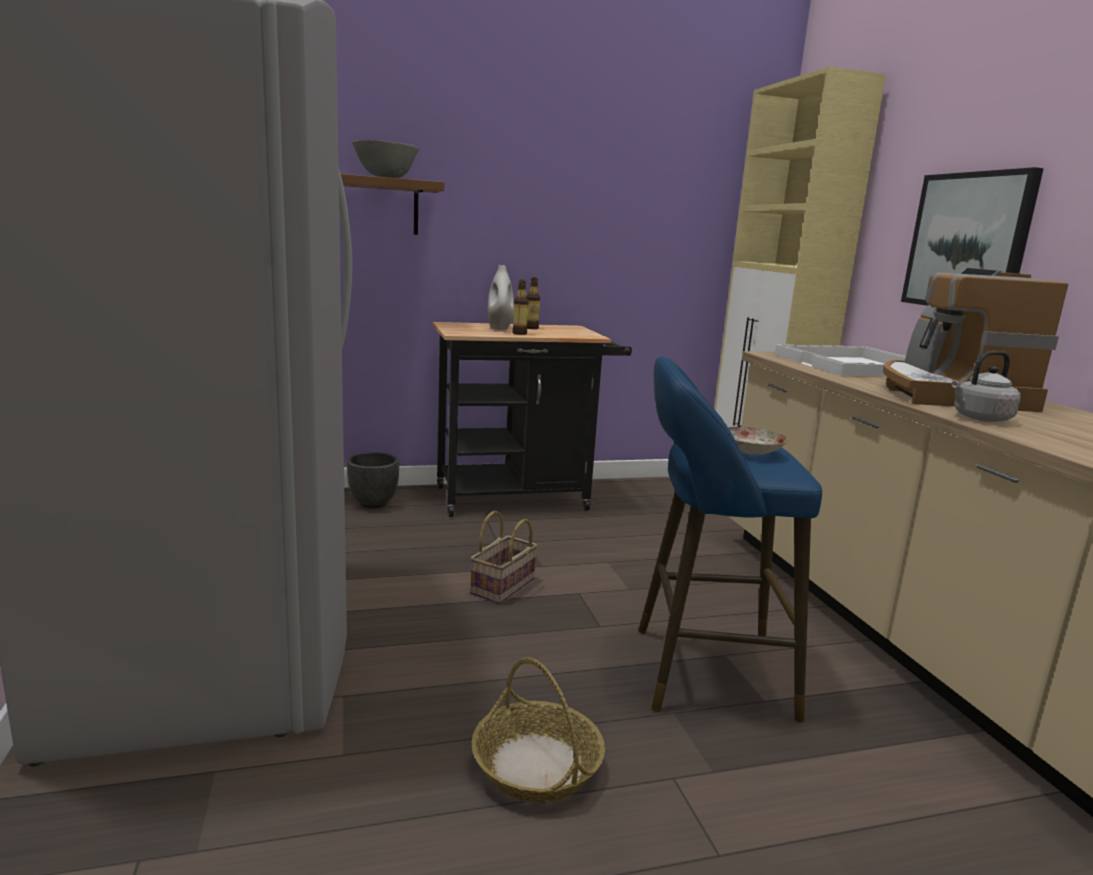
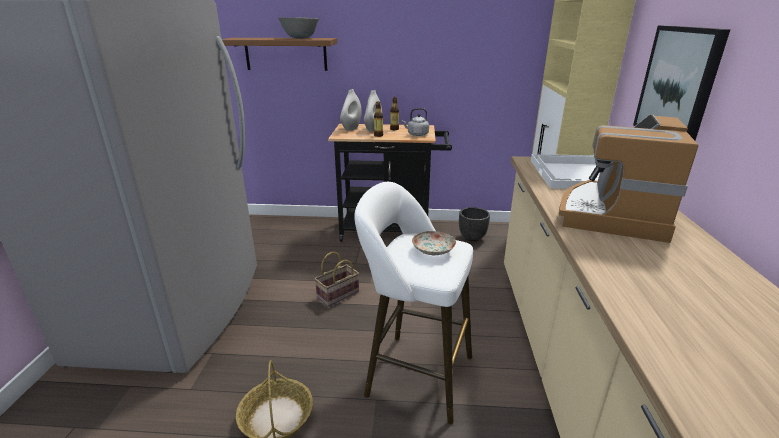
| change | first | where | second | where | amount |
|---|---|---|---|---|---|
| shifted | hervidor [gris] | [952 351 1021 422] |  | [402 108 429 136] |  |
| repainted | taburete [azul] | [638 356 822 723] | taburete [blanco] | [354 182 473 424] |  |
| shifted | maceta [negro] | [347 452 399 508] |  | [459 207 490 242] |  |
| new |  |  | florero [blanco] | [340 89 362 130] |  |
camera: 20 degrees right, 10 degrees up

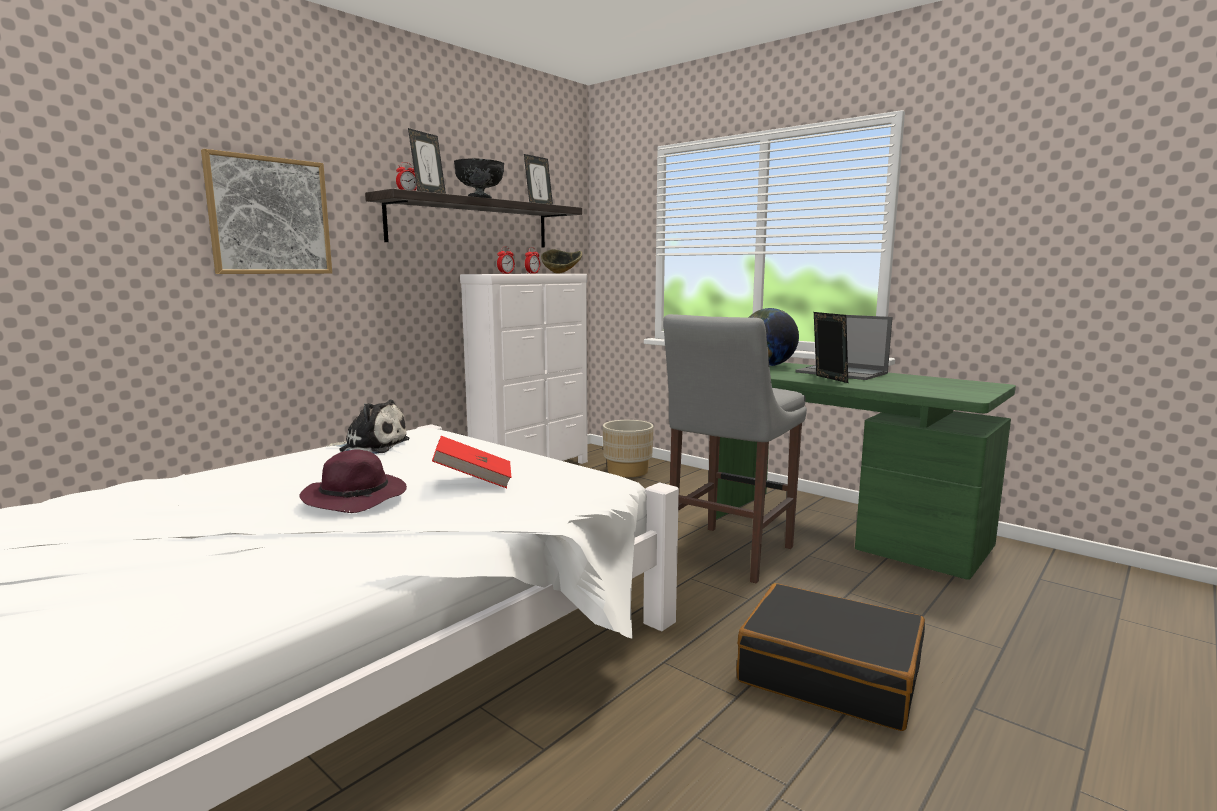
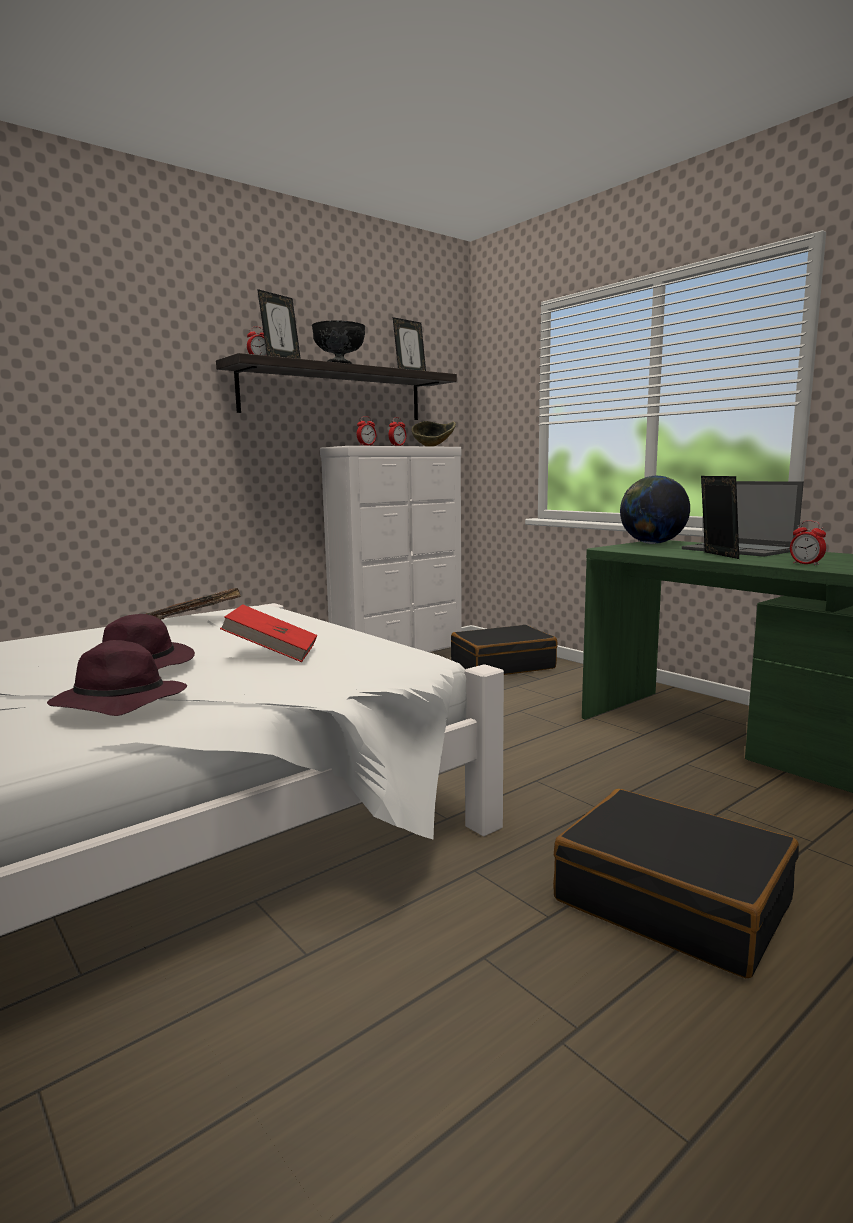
| change | first | where | second | where | amount |
|---|---|---|---|---|---|
| gone | cuadro | [201 149 332 274] |  |  |  |
| gone | taburete [gris] | [663 314 807 584] |  |  |  |
| swapped | peluche | [327 400 409 454] | libro [marrón] | [146 588 241 620] |  |
| swapped | maceta [beis] | [603 420 654 477] | maleta [negro] | [451 625 558 675] |  |
| new |  |  | despertador | [790 521 826 566] |  |
| new |  |  | sombrero [morado] | [47 640 187 716] |  |
camera: 10 degrees right, 0 degrees up

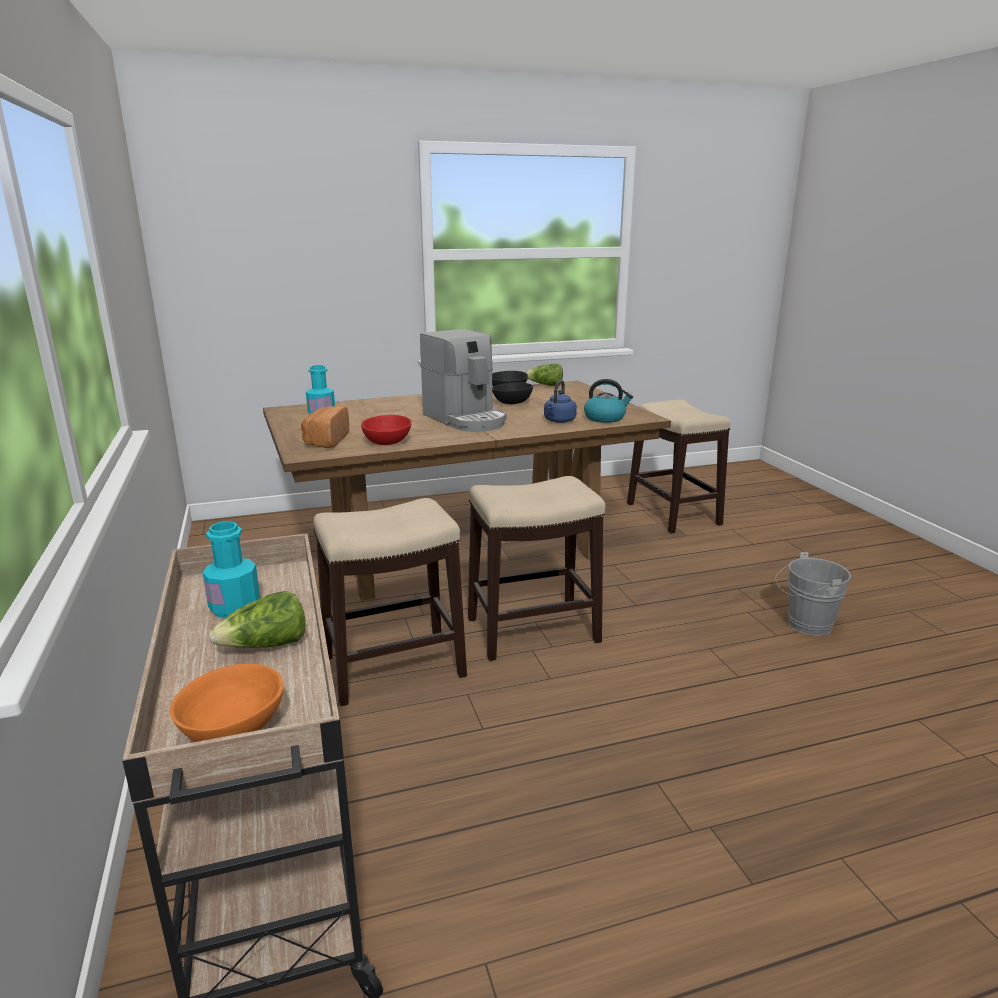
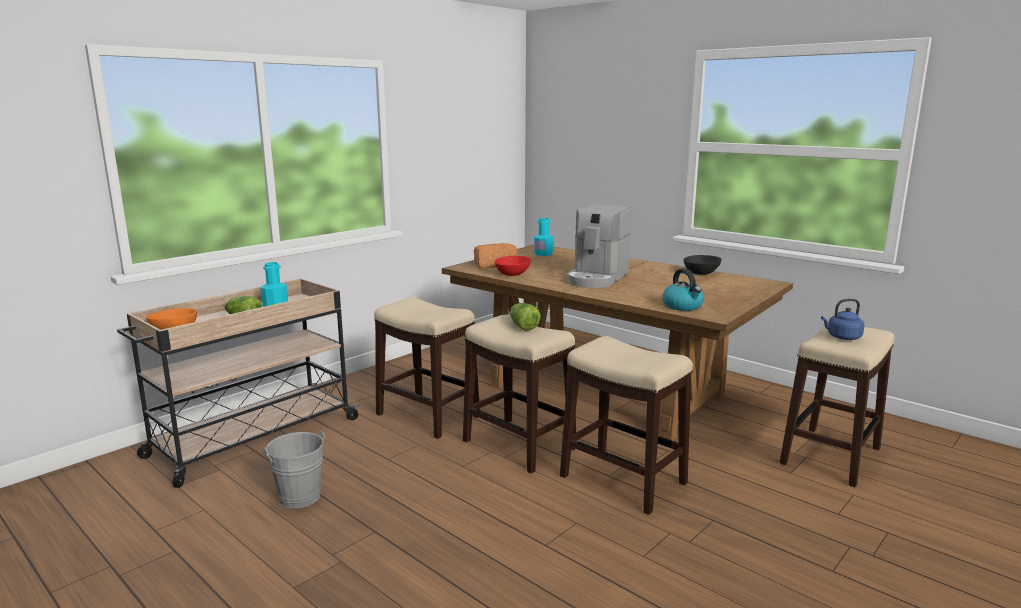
| change | first | where | second | where | amount |
|---|---|---|---|---|---|
| shifted | lechuga | [525 364 563 386] |  | [510 303 541 331] |  |
| shifted | hervidor [azul] | [544 380 577 423] |  | [821 299 865 340] |  |
| gone | cuenco [negro] | [492 382 533 404] |  |  |  |
| shifted | cubo [gris] | [775 552 851 636] |  | [263 431 324 509] |  |
| new |  |  | taburete | [560 336 693 515] |  |
camera: 60 degrees right, 5 degrees down

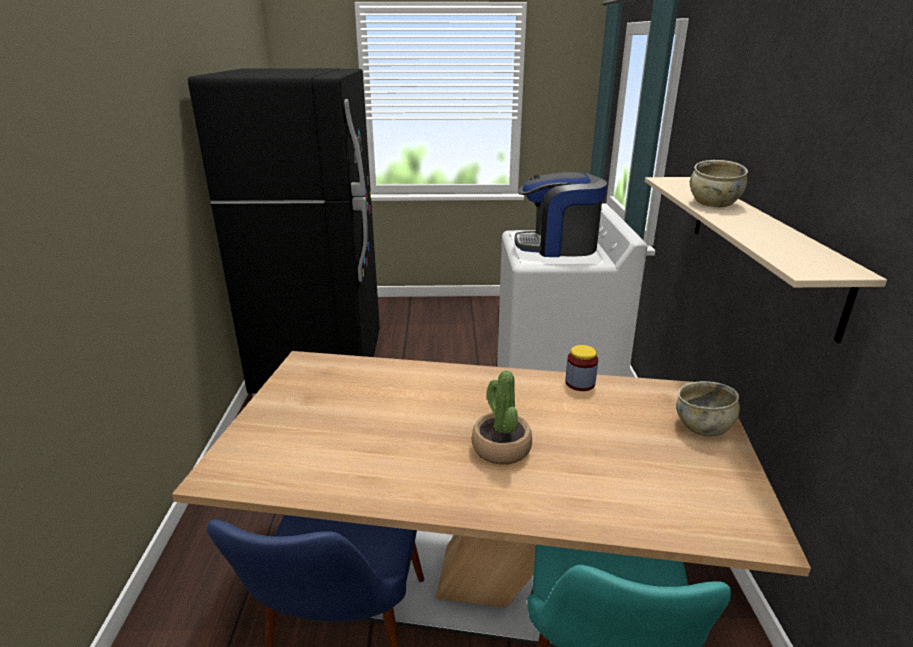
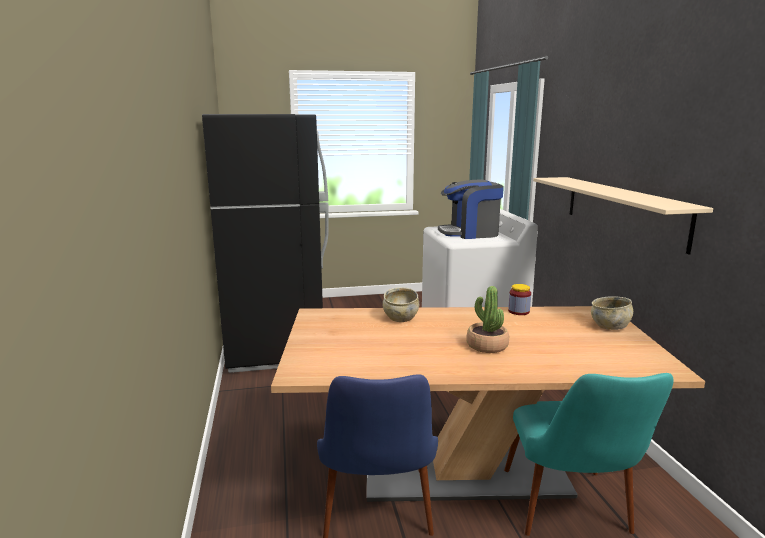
| change | first | where | second | where | amount |
|---|---|---|---|---|---|
| shifted | cuenco [beis] | [690 160 748 207] |  | [382 287 419 322] |  |
camera: 10 degrees left, 10 degrees down

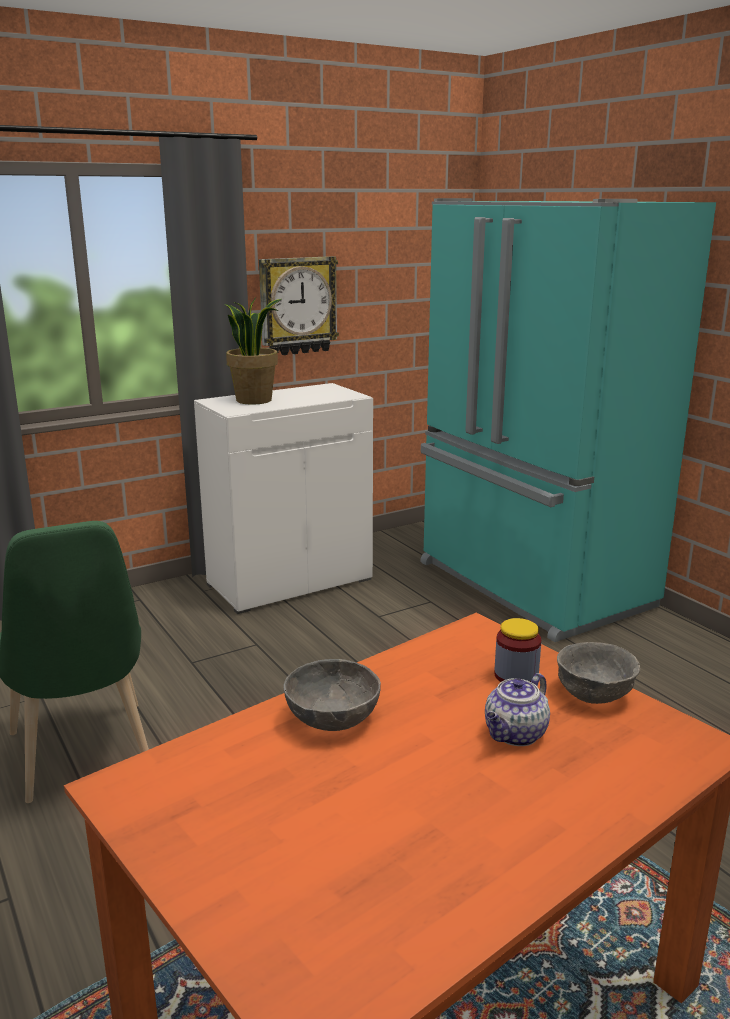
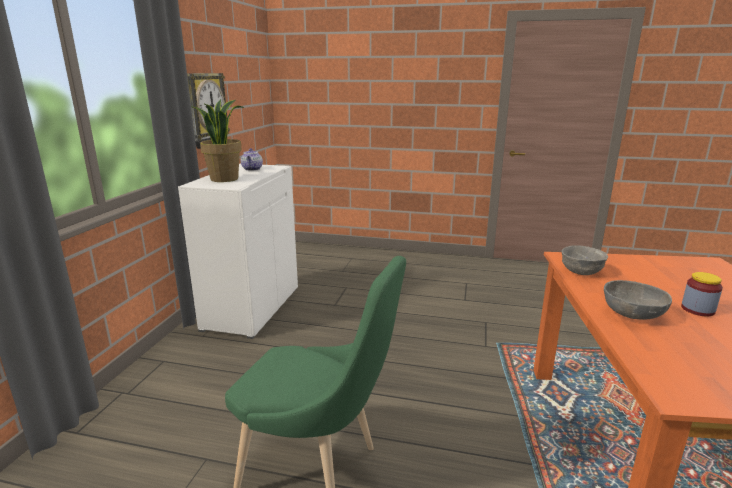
| change | first | where | second | where | amount |
|---|---|---|---|---|---|
| gone | nevera [turquesa] | [421 198 716 642] |  |  |  |
| shifted | tarro | [494 618 541 682] |  | [681 272 723 316] |  |
| shifted | cuenco [gris] | [557 642 640 704] |  | [562 245 608 275] |  |
| shifted | tetera | [485 673 550 746] |  | [241 148 263 171] |  |
camera: 45 degrees left, 0 degrees up

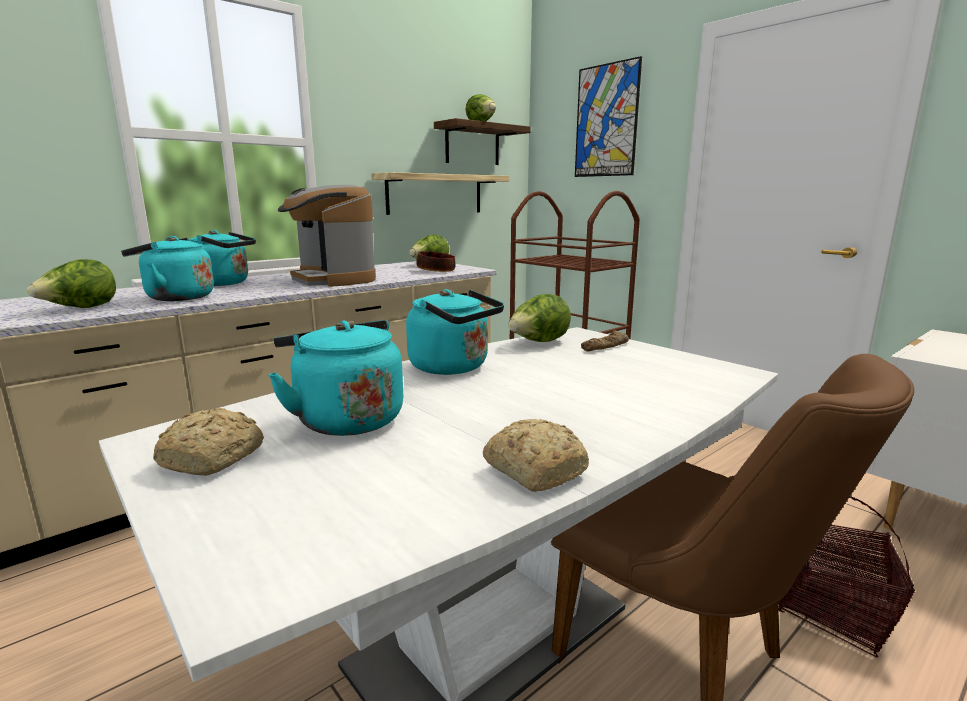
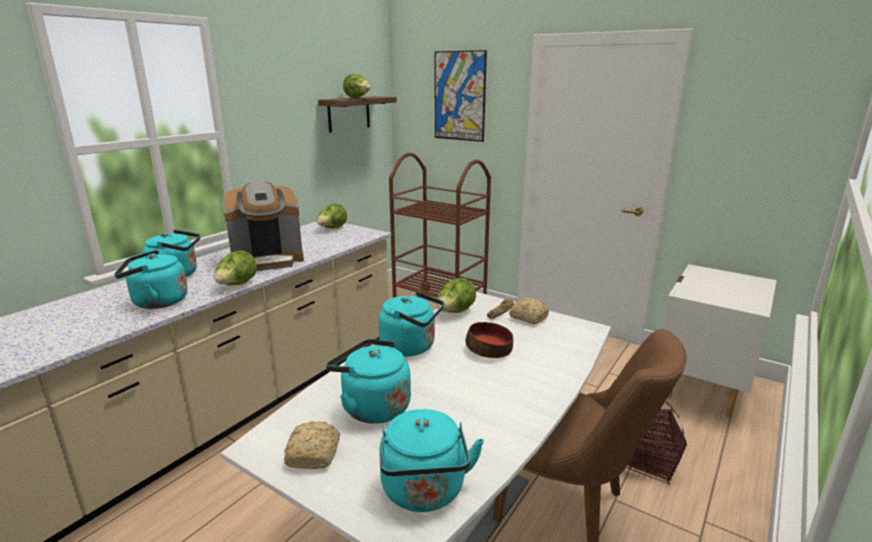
| change | first | where | second | where | amount |
|---|---|---|---|---|---|
| gone | estante | [371 172 509 215] |  |  |  |
| rotated | cafetera | [278 185 376 287] |  | [223 182 304 271] | 60 degrees counterclockwise |
| shifted | cuenco | [416 251 456 272] |  | [466 322 513 358] |  |
| shifted | lechuga | [27 259 116 308] |  | [214 250 257 285] |  |
| shifted | pan | [483 419 589 492] |  | [509 298 549 324] |  |
| new |  |  | hervidor [turquesa] | [379 409 484 512] |  |
camera: 15 degrees left, 5 degrees up

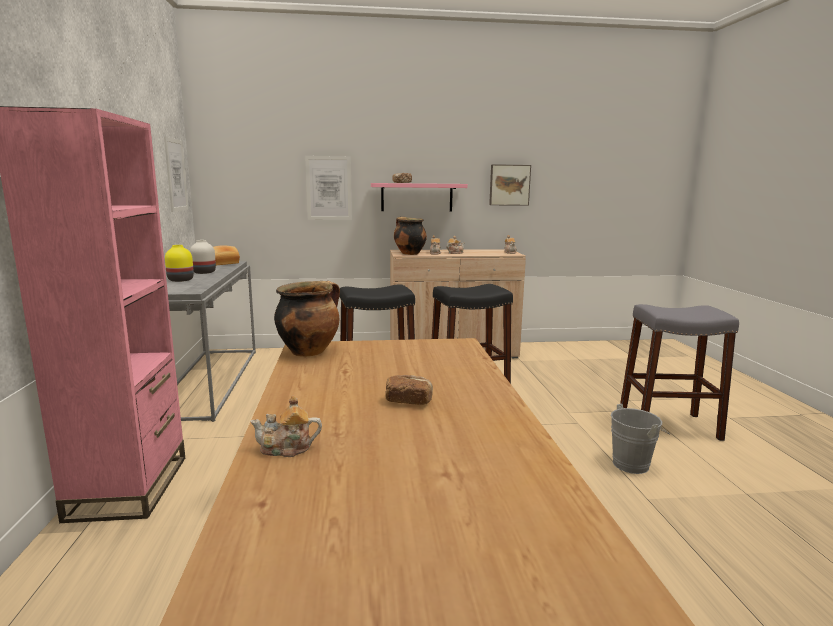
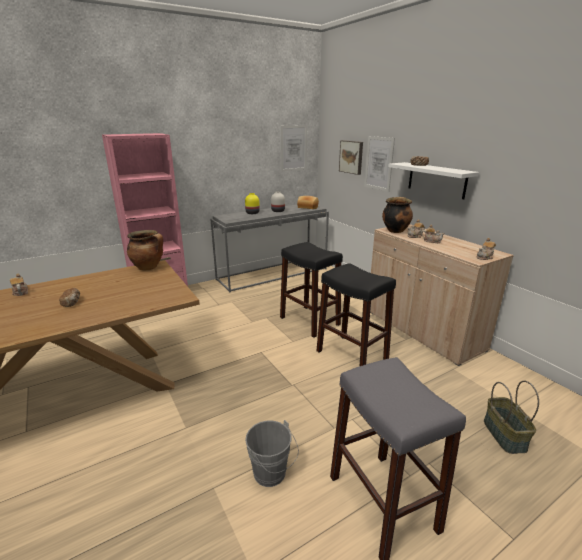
| change | first | where | second | where | amount |
|---|---|---|---|---|---|
| shifted | cuadro | [489 164 531 206] |  | [339 140 363 175] |  |
| repainted | estante [rosa] | [371 183 468 212] | estante [blanco] | [388 162 479 199] |  |
| new |  |  | cesta | [484 381 539 454] |  |
camera: 65 degrees right, 10 degrees up

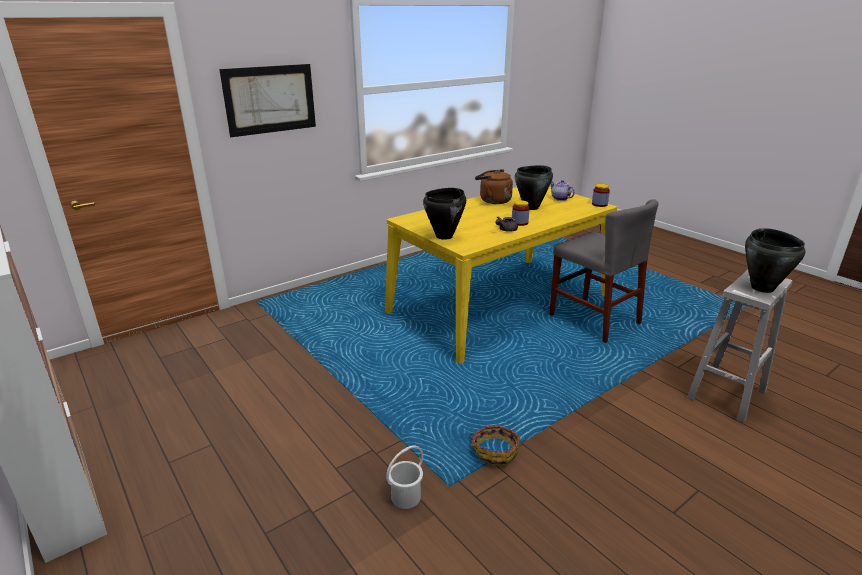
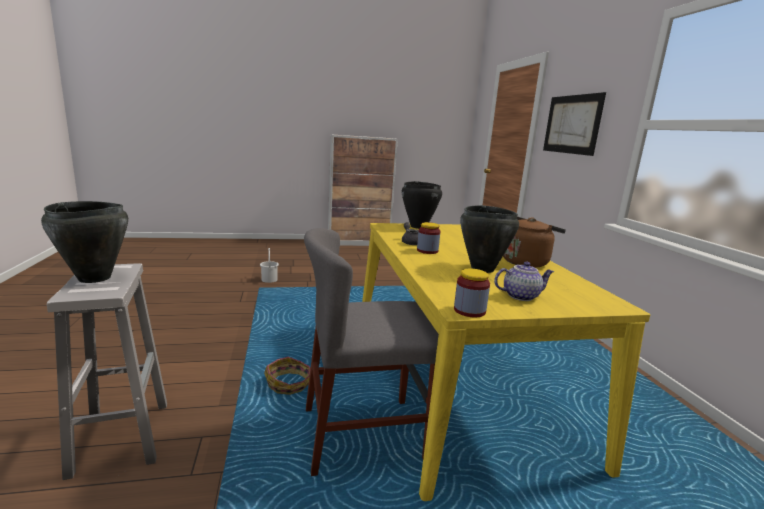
| change | first | where | second | where | amount |
|---|---|---|---|---|---|
| shifted | cesta | [469 425 520 466] |  | [264 357 311 395] |  |
camera: 115 degrees right, 10 degrees down

